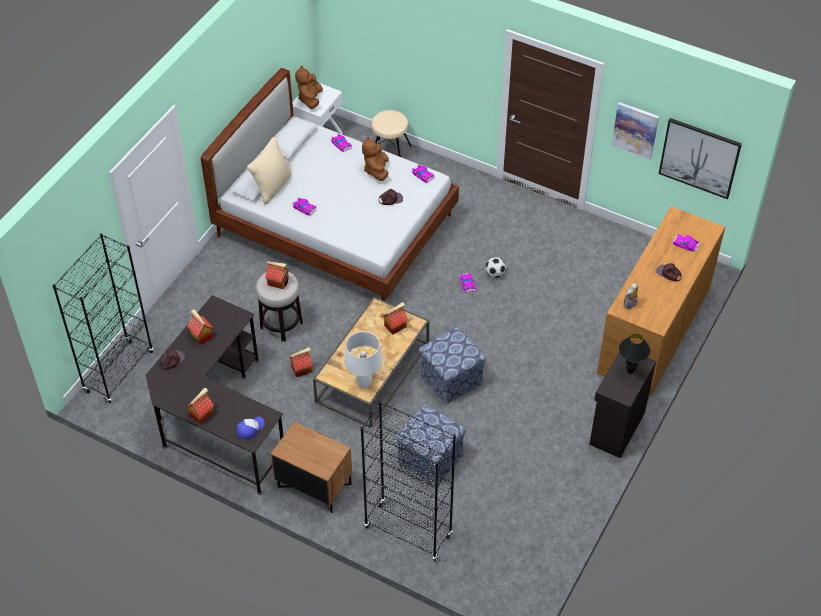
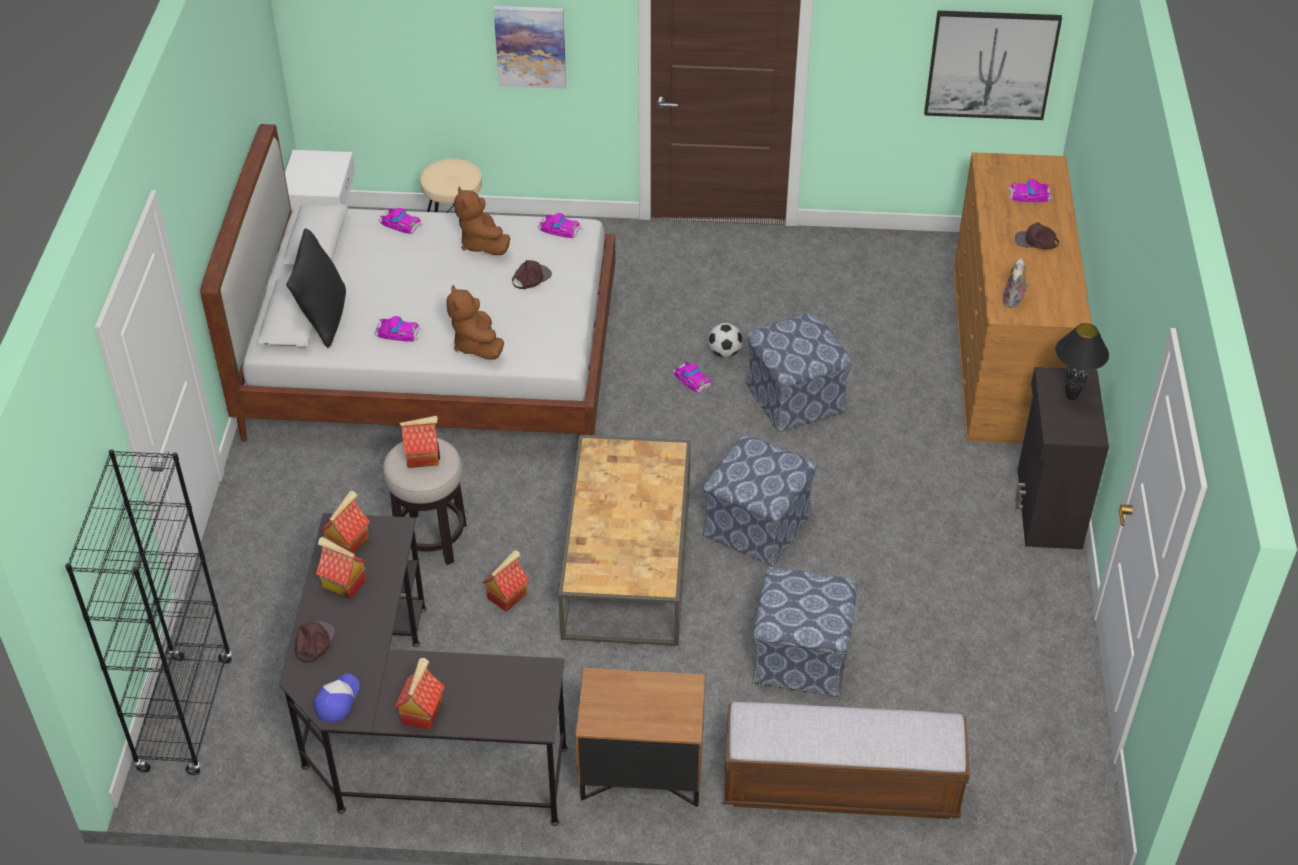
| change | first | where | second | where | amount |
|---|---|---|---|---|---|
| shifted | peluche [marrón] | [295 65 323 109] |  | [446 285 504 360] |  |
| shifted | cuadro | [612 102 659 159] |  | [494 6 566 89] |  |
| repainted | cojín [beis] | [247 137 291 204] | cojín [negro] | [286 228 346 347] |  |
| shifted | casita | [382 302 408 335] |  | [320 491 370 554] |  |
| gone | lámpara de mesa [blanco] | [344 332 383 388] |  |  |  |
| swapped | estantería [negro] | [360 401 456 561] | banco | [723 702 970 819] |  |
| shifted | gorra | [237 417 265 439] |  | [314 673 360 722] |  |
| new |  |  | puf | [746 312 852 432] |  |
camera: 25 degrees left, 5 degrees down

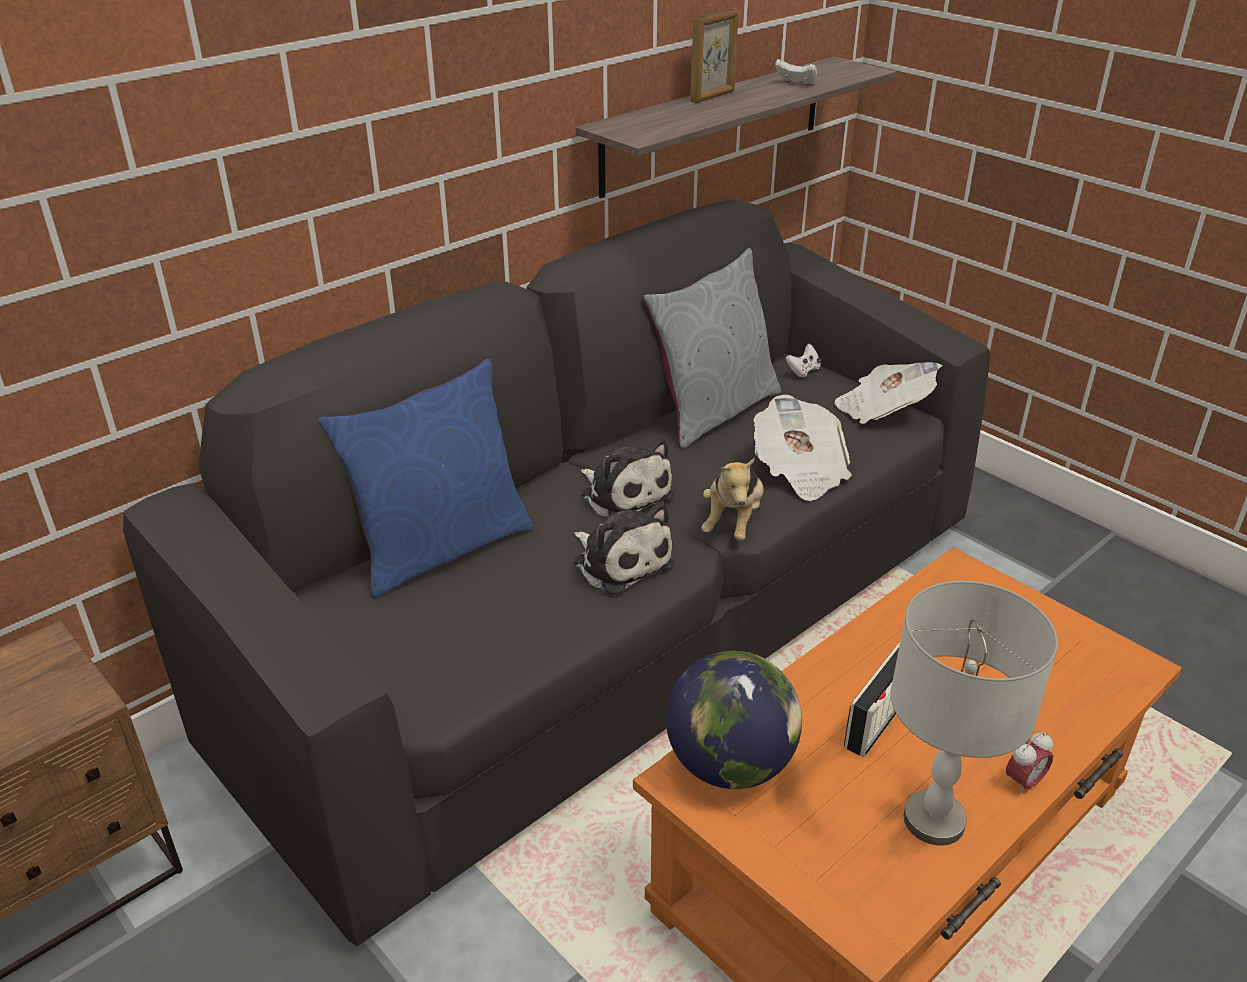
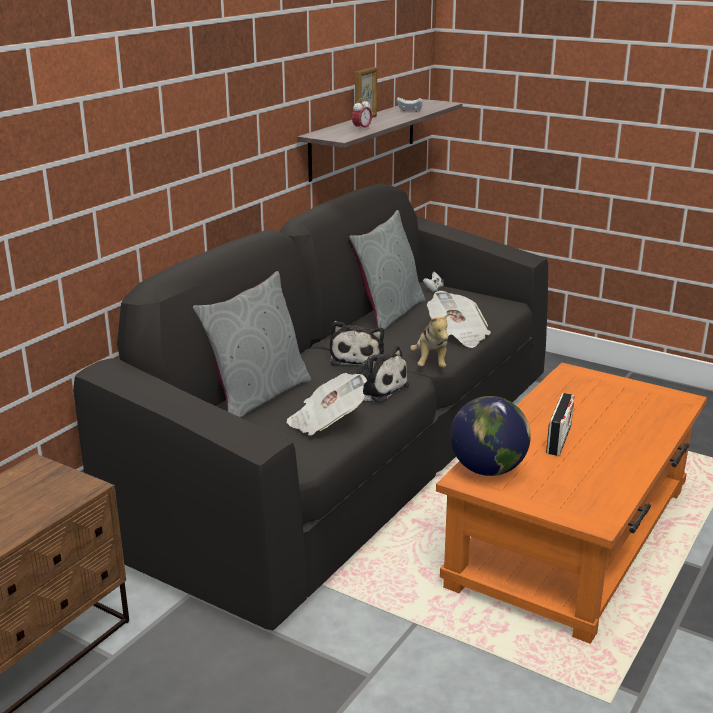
| change | first | where | second | where | amount |
|---|---|---|---|---|---|
| repainted | cojín [azul] | [318 359 534 599] | cojín [gris] | [193 271 311 417] |  |
| shifted | periódico | [834 362 943 424] |  | [287 373 367 436] |  |
| rotated | peluche | [581 438 674 518] |  | [330 321 384 365] | 60 degrees clockwise |
| gone | lámpara de mesa [gris] | [891 581 1058 846] |  |  |  |
| shifted | despertador | [1006 732 1053 795] |  | [352 98 372 129] |  |
camera: 15 degrees left, 10 degrees down

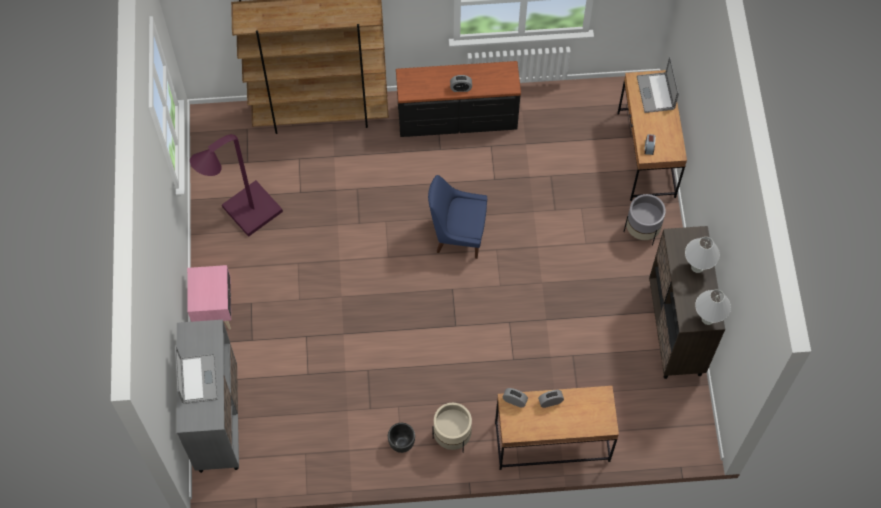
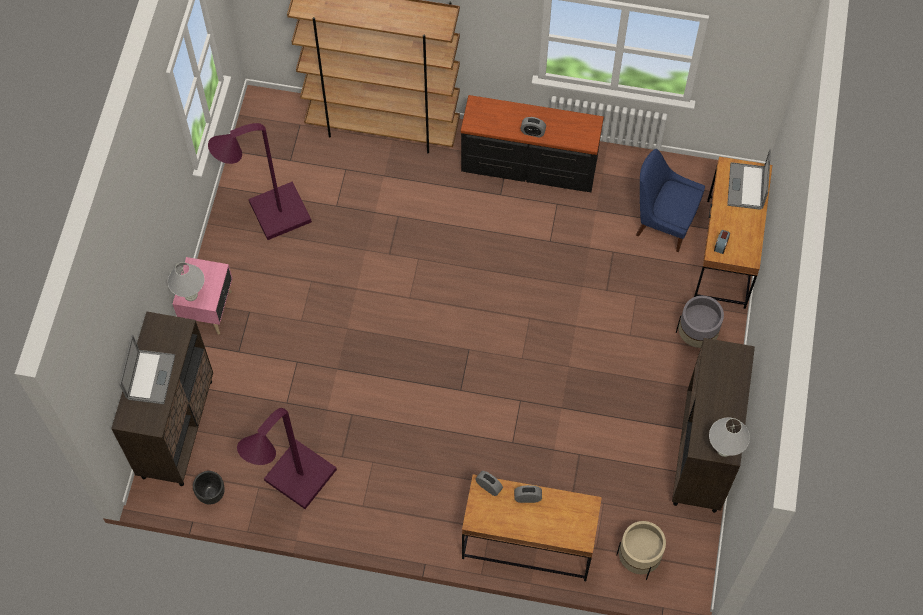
| change | first | where | second | where | amount |
|---|---|---|---|---|---|
| shifted | silla [azul] | [428 175 487 259] |  | [636 149 705 252] |  |
| shifted | lámpara de mesa [blanco] | [685 237 720 273] |  | [168 262 204 301] |  |
| repainted | armario [gris] | [177 320 239 473] | armario [marrón] | [111 312 213 486] |  |
| shifted | maceta [beis] | [432 403 472 453] |  | [616 521 666 580] |  |
| shifted | maceta [negro] | [388 423 415 453] |  | [193 471 225 504] |  |
| new |  |  | lámpara de pie [morado] | [237 408 337 509] |  |
camera: 15 degrees right, 0 degrees up

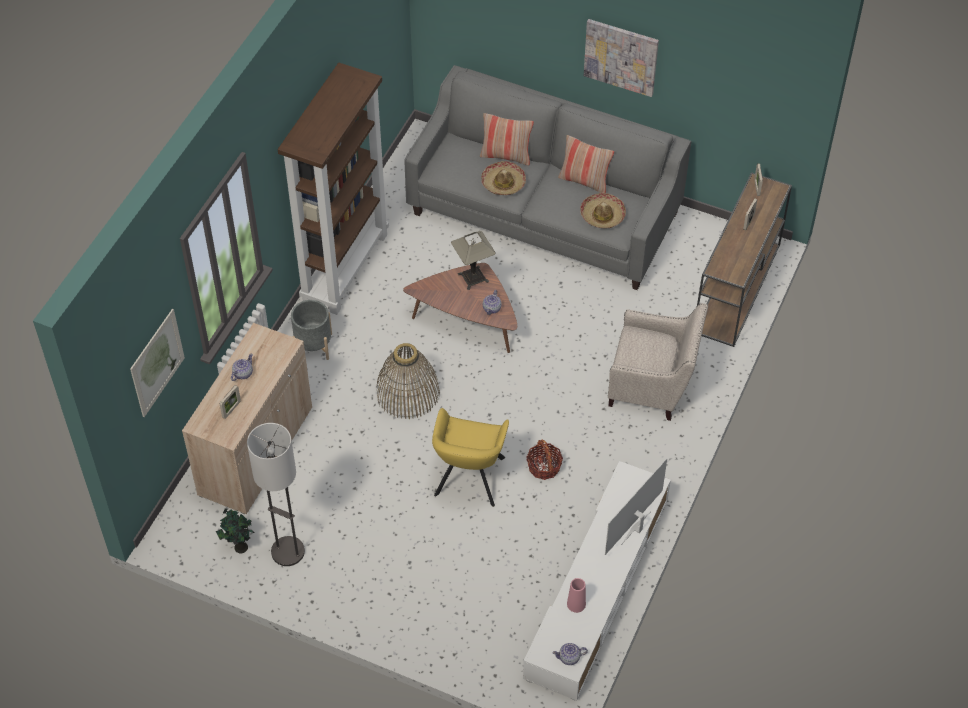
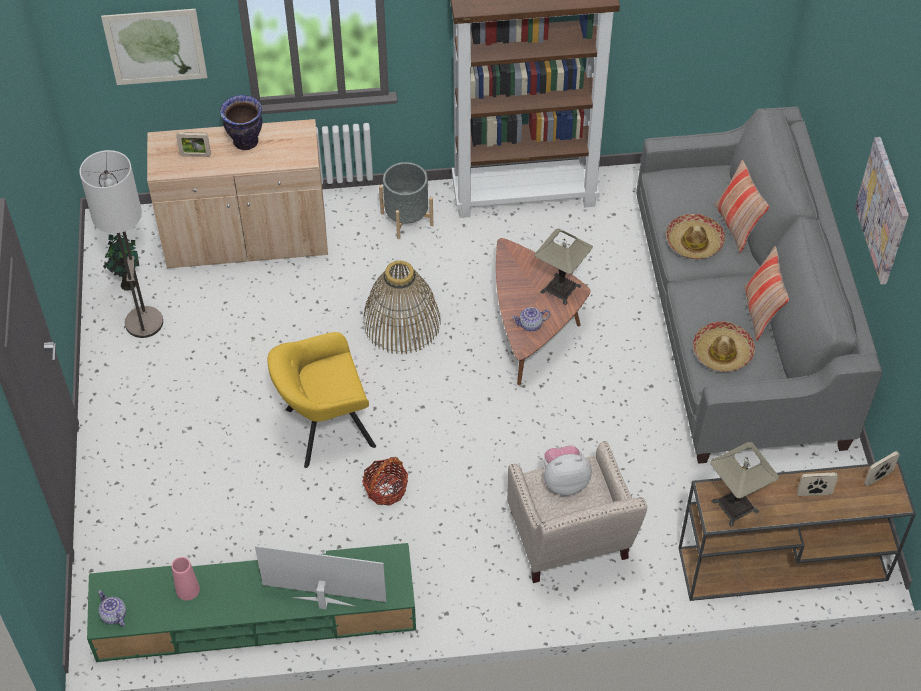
| change | first | where | second | where | amount |
|---|---|---|---|---|---|
| swapped | tetera | [231 354 253 381] | florero | [220 95 262 150] |  |
| repainted | mueble de televisión [blanco] | [523 461 671 701] | mueble de televisión [verde] | [87 543 416 662] |  |
| new |  |  | lámpara de mesa | [710 442 779 527] |  |
| new |  |  | peluche | [544 445 592 496] |  |
camera: 60 degrees right, 0 degrees up

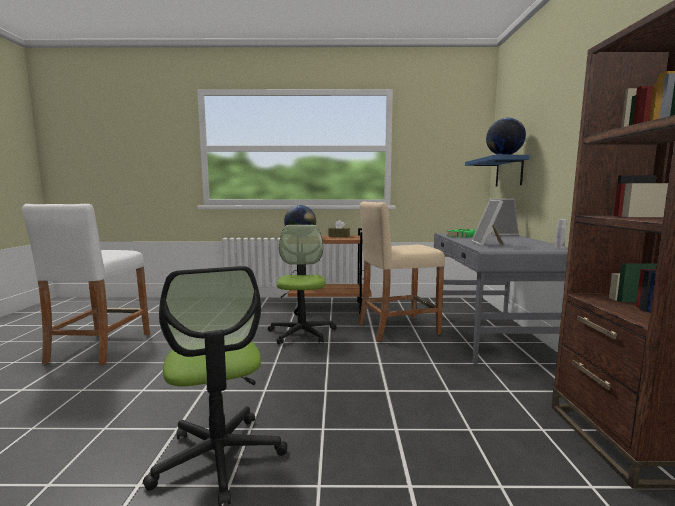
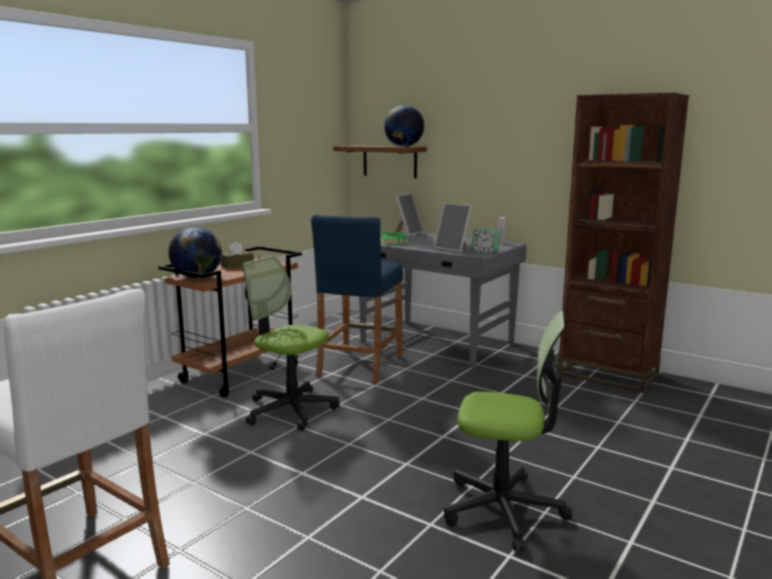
| change | first | where | second | where | amount |
|---|---|---|---|---|---|
| repainted | estante [azul] | [465 155 530 186] | estante [marrón] | [333 145 427 178] |  |
| repainted | taburete [beis] | [358 201 445 342] | taburete [azul] | [311 215 403 384] |  |
| new |  |  | despertador | [473 228 500 253] |  |
camera: 55 degrees left, 5 degrees up

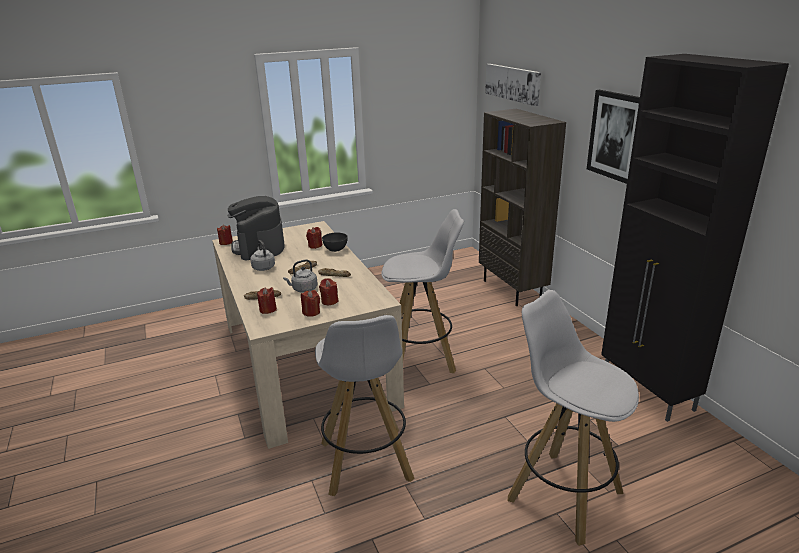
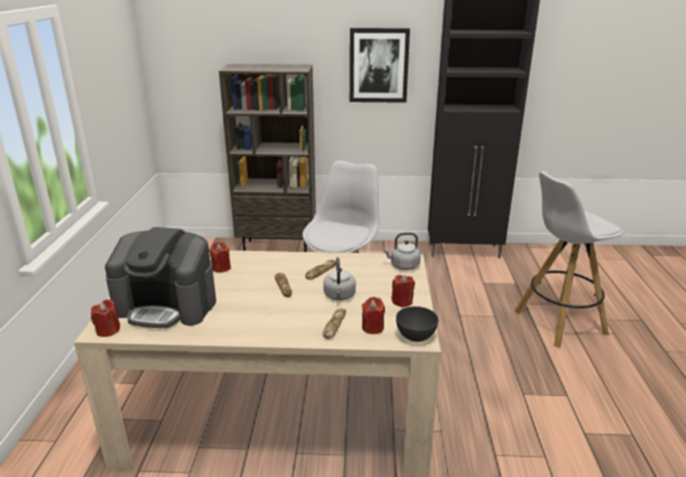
| change | first | where | second | where | amount |
|---|---|---|---|---|---|
| gone | cuadro | [485 64 541 106] |  |  |  |
| shifted | cuenco [gris] | [322 233 348 252] |  | [396 306 439 342] |  |
| shifted | hervidor [gris] | [250 240 275 271] |  | [383 232 421 270] |  |
| gone | vela [rojo] | [319 278 339 305] |  |  |  |
| gone | taburete [blanco] | [315 315 415 496] |  |  |  |
camera: 65 degrees left, 0 degrees up

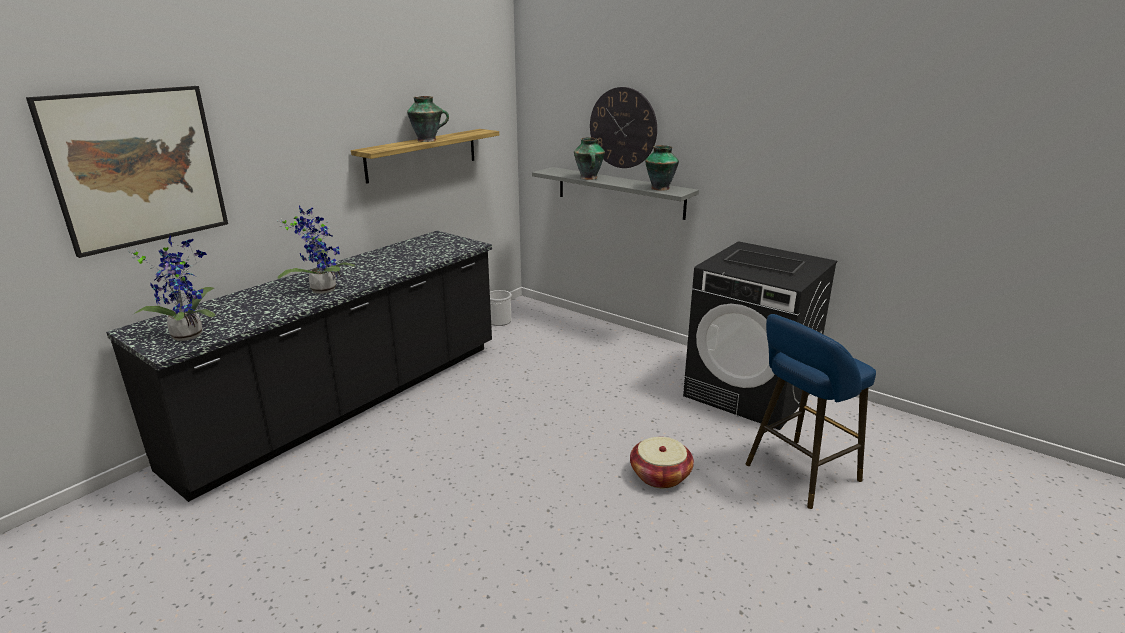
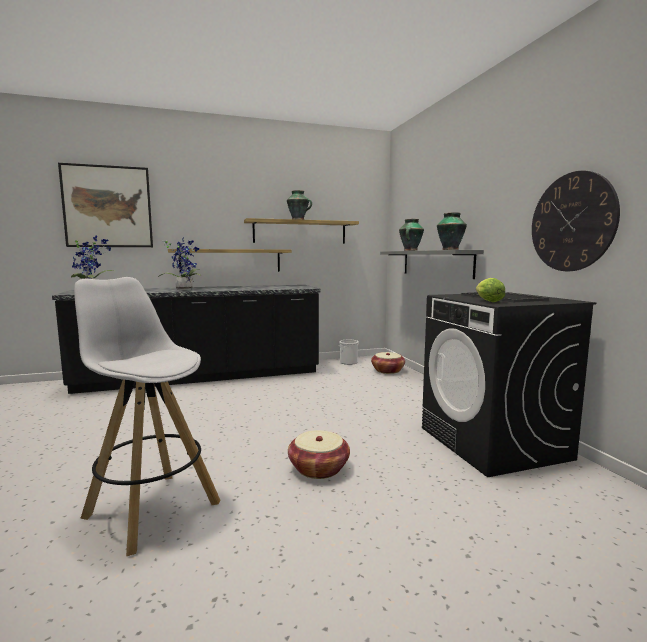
| change | first | where | second | where | amount |
|---|---|---|---|---|---|
| shifted | reloj de pared | [590 87 657 168] |  | [532 171 620 271] |  |
| gone | taburete [azul] | [745 314 876 509] |  |  |  |
| new |  |  | estante | [168 249 292 272] |  |
| new |  |  | taburete [blanco] | [74 277 221 556] |  |
| new |  |  | lechuga | [476 278 505 302] |  |
| new |  |  | cesta | [371 352 405 374] |  |
camera: 35 degrees right, 15 degrees down

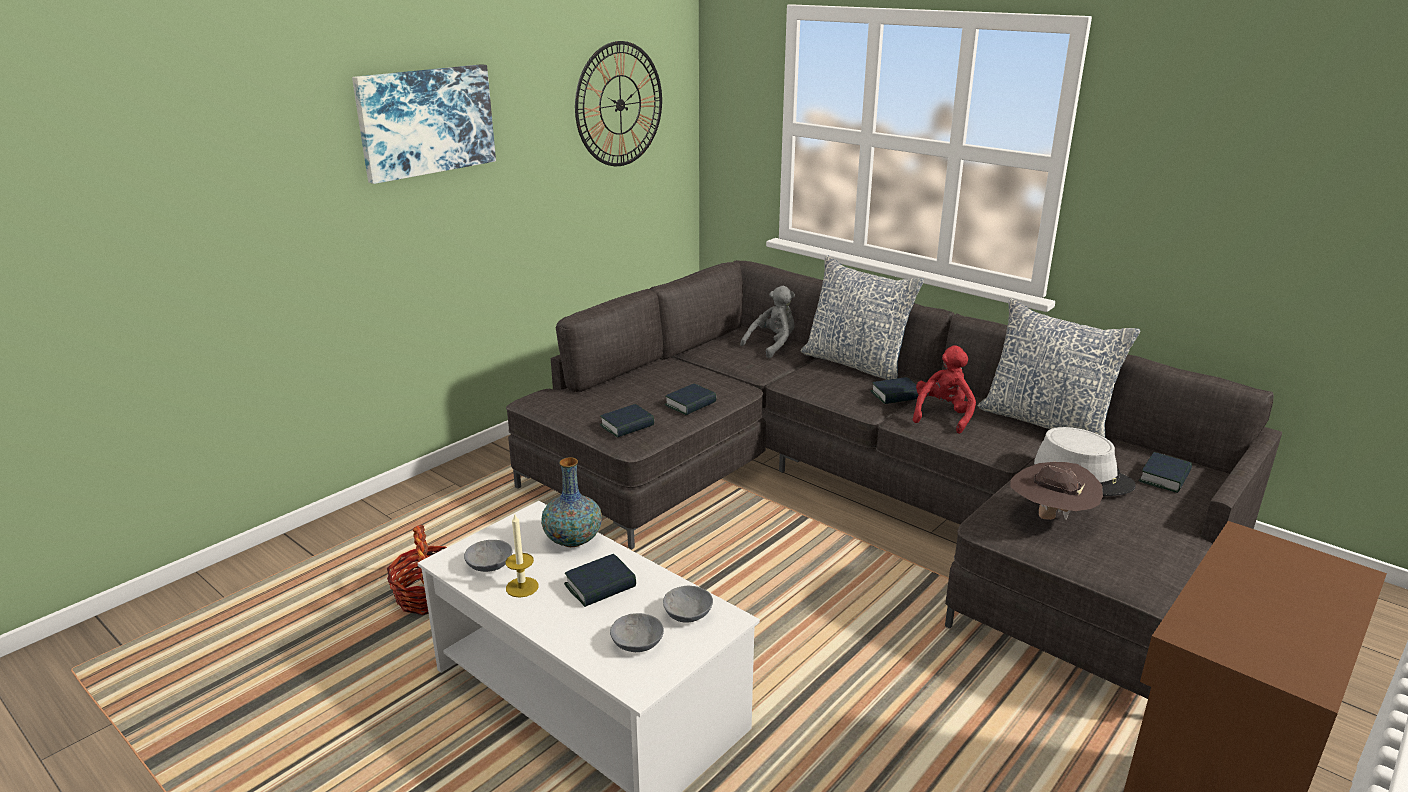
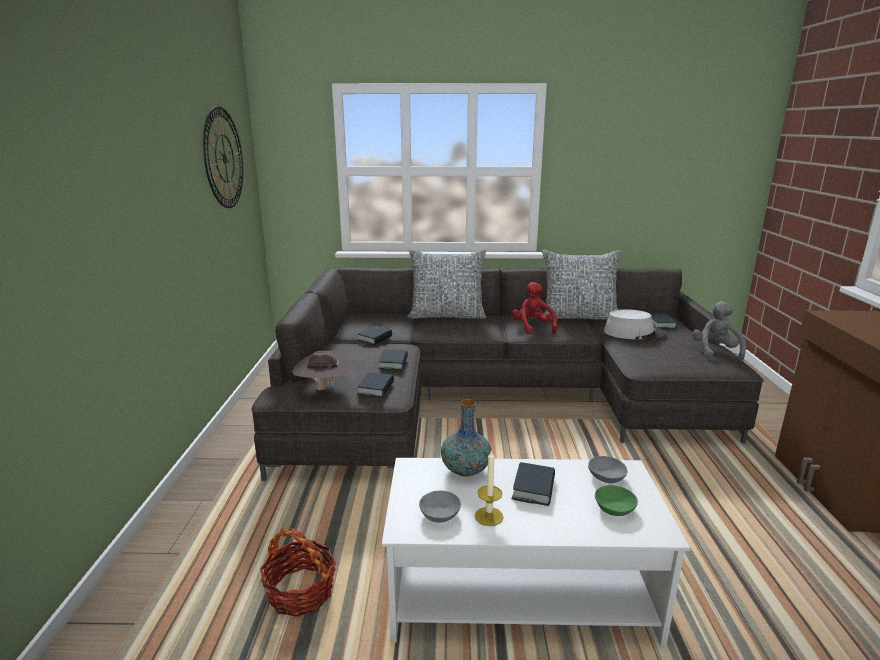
| change | first | where | second | where | amount |
|---|---|---|---|---|---|
| gone | cuadro | [352 64 496 184] |  |  |  |
| shifted | peluche [gris] | [740 286 795 358] |  | [692 301 746 362] |  |
| shifted | libro | [871 377 918 404] |  | [358 326 392 345] |  |
| shifted | sombrero [marrón] | [1011 462 1103 520] |  | [292 351 351 390] |  |
| repainted | cuenco [gris] | [610 613 664 652] | cuenco [verde] | [595 485 638 516] |  |
camera: 40 degrees left, 5 degrees down

